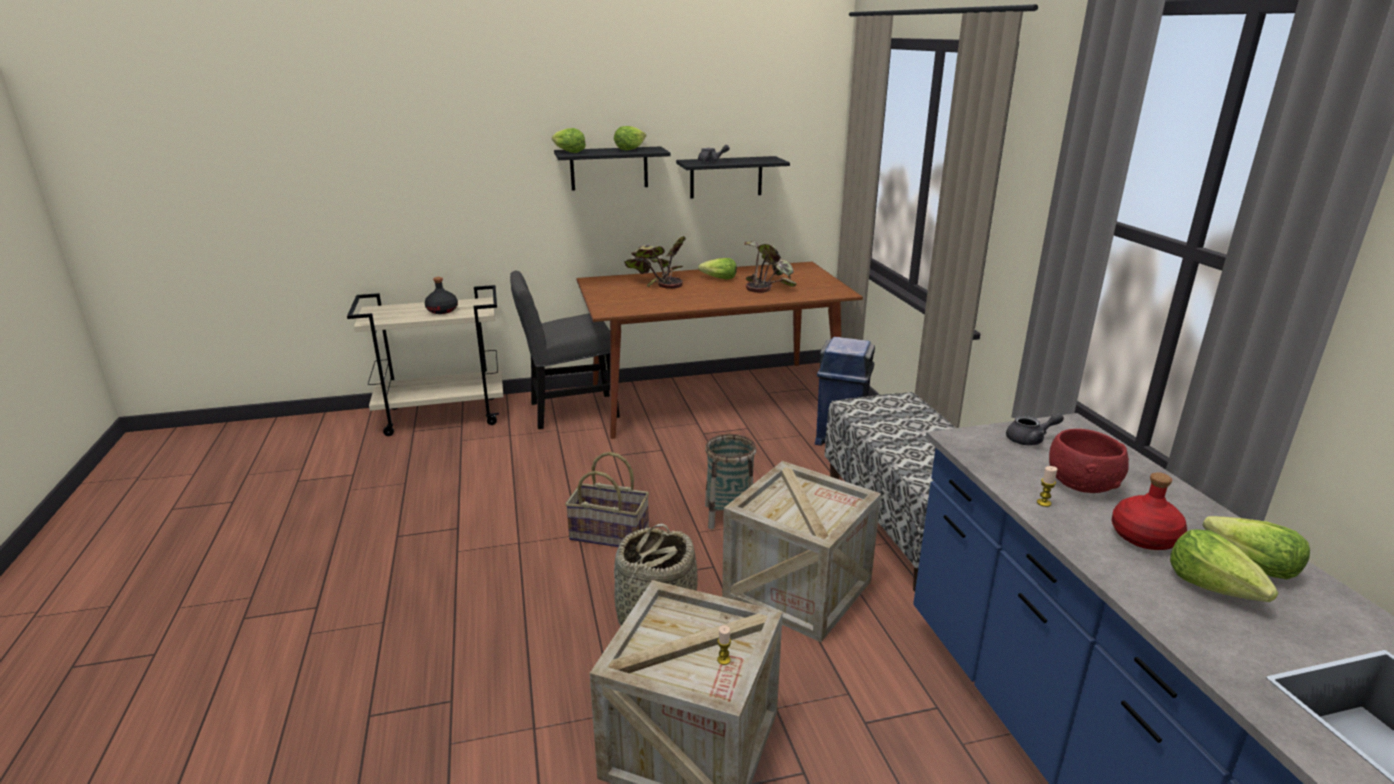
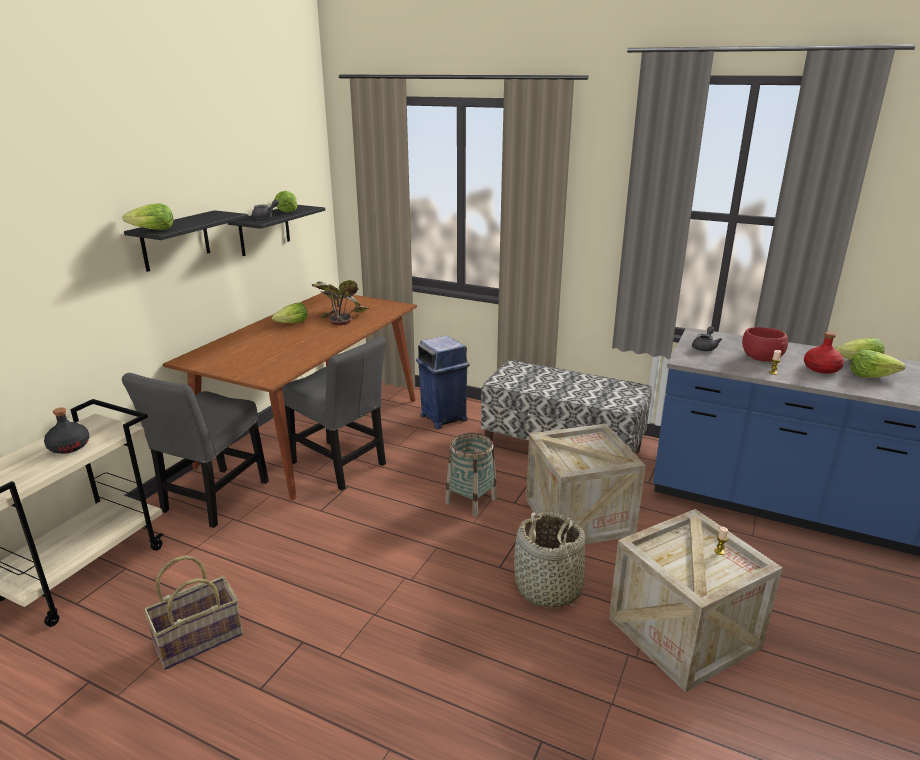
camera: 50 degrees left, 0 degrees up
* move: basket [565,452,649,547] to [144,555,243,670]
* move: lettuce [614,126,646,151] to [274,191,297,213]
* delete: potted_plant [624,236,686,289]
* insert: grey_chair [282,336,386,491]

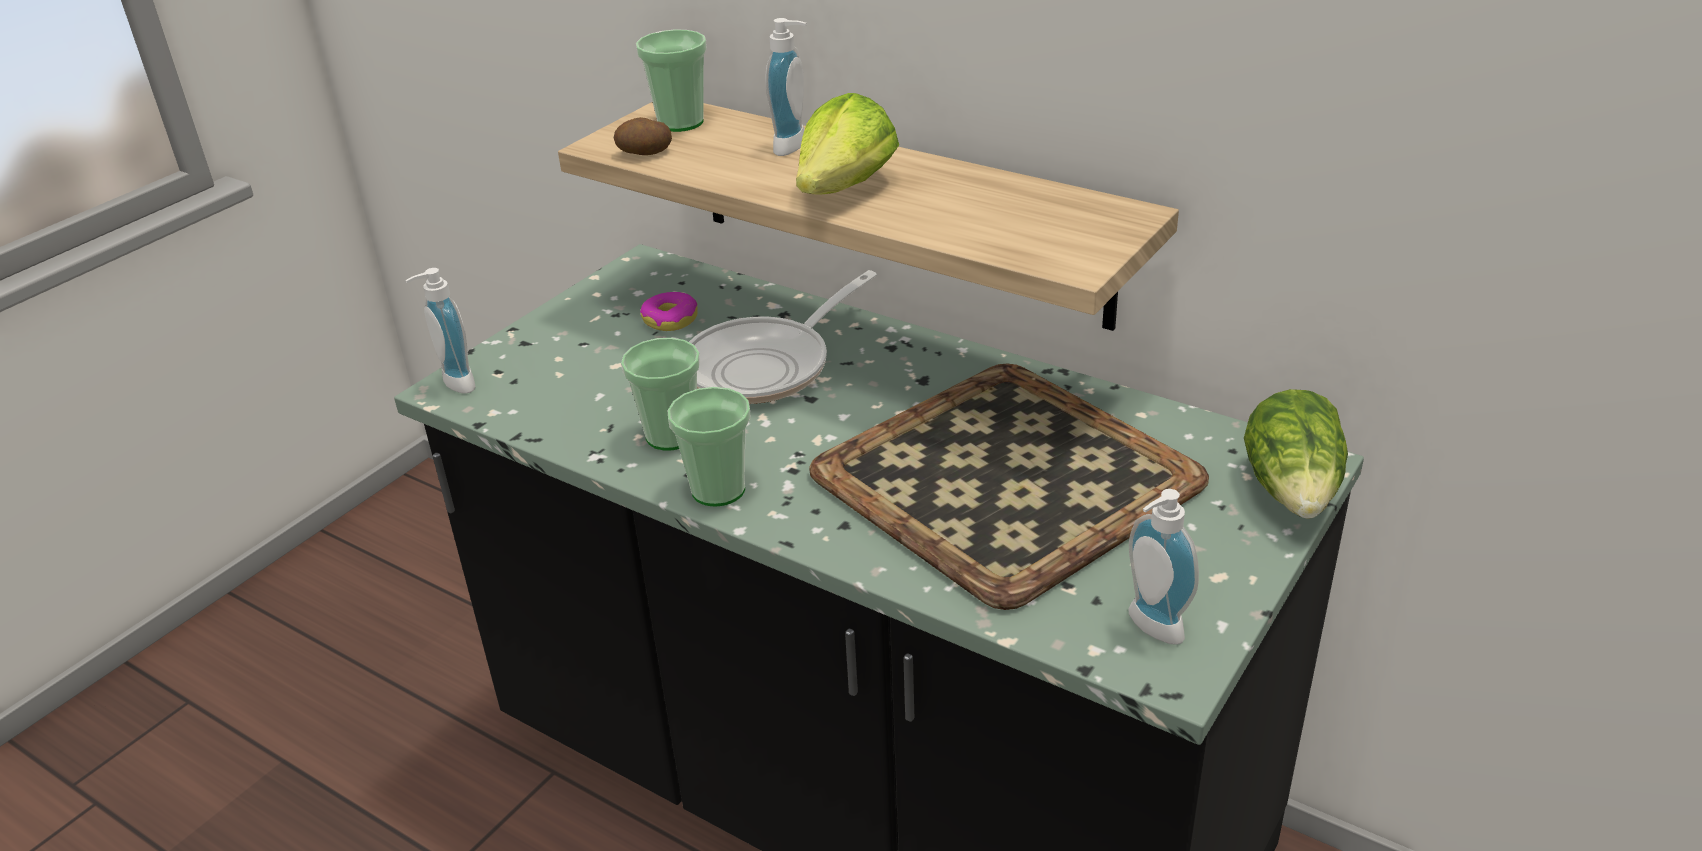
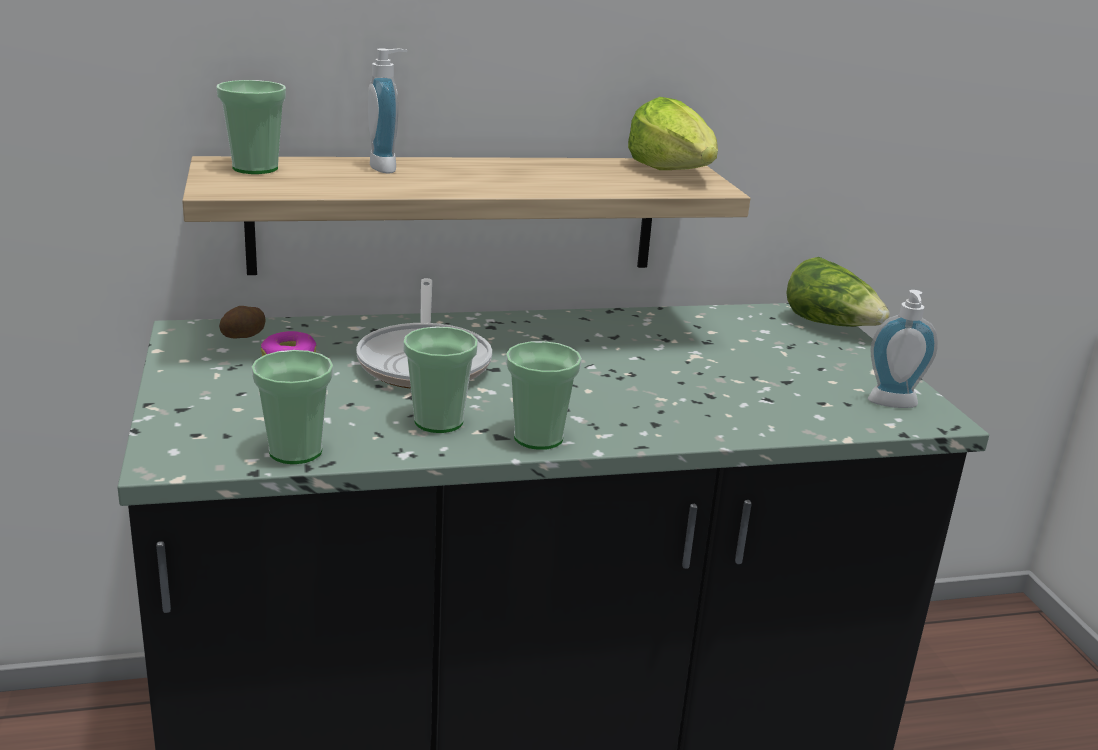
camera: 50 degrees left, 10 degrees down
* delete: soap_dispenser [406,268,476,394]
* move: potato [614,117,672,155] to [219,306,266,338]
* move: lettuce [796,93,899,194] to [628,97,718,170]
* delete: tray [809,364,1209,610]
* insert: cup [251,350,333,464]

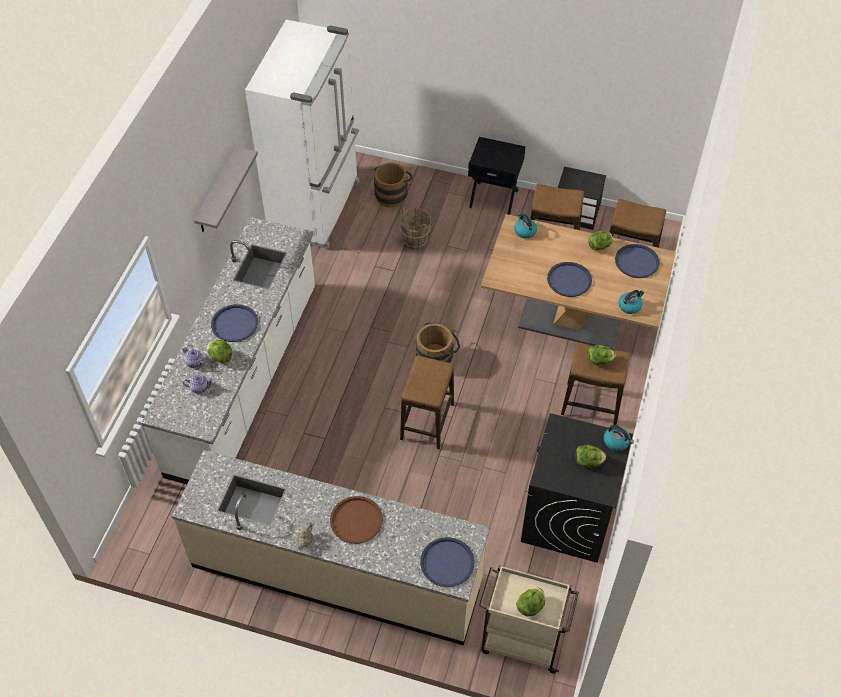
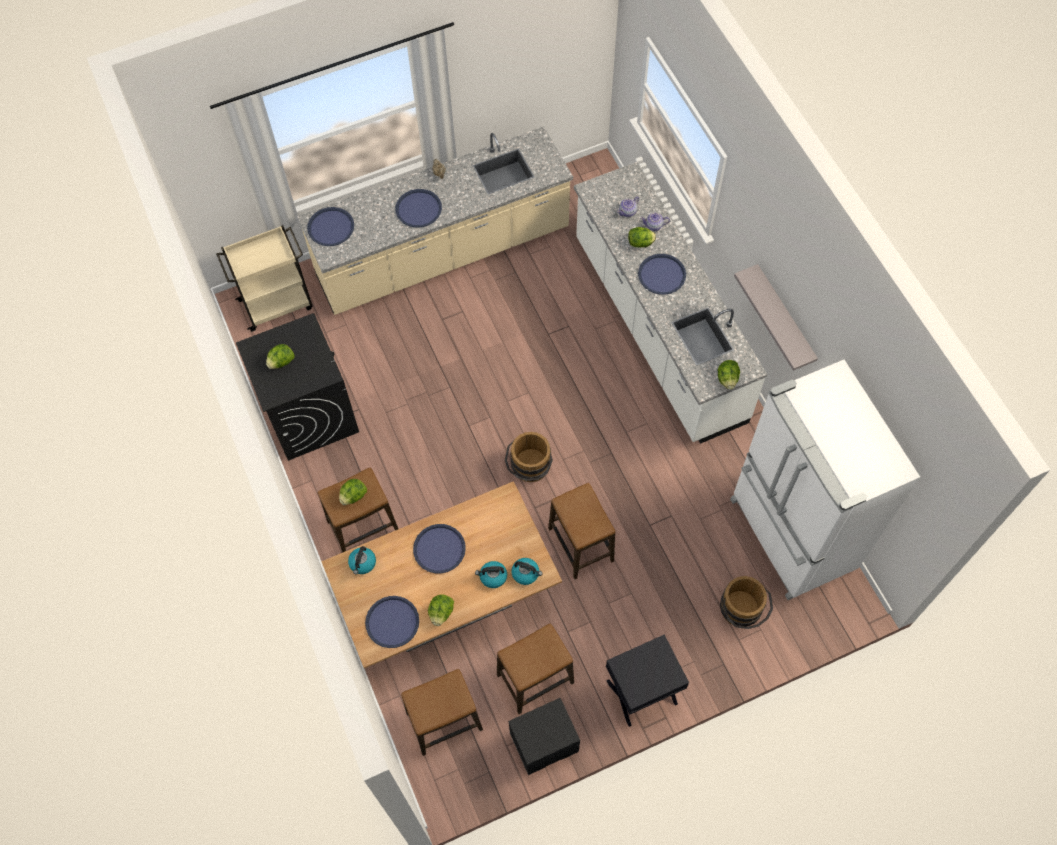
camera: 140 degrees right, 10 degrees up
* recolor: brown_tray [330,496,383,544] to blue_tray [395,189,442,227]
* delete: brown_bucket [400,205,431,250]
* move: stool [400,356,454,449] to [548,483,615,579]
* move: lettuce [516,588,545,616] to [718,360,740,390]
* move: kettle [604,425,634,451] to [475,561,507,588]

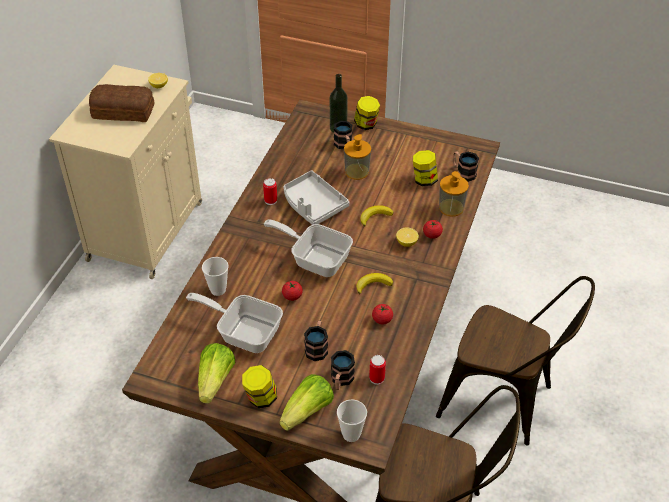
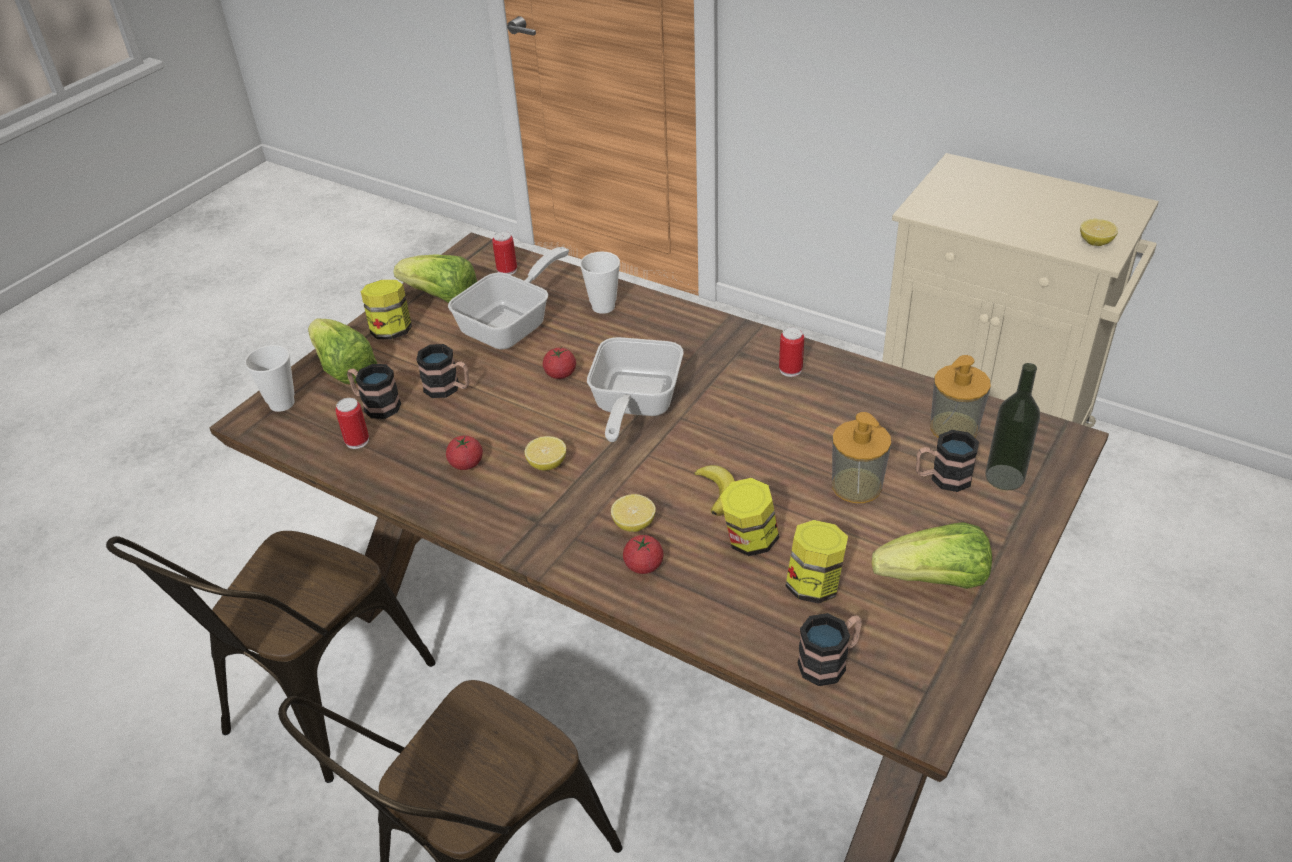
camera: 105 degrees right, 5 degrees down
* delete: bread [89,84,155,122]
* rotate: frying_pan [264,219,353,277] = [587,337,683,442] 150 degrees clockwise
* delete: grey_tray [284,170,349,225]
* move: jar [354,96,380,130] to [720,478,779,556]
* replace: banana [356,273,393,294] to lemon [525,436,566,470]
* move: soap_dispenser [439,171,469,216] to [930,355,991,438]
* insert: can [492,231,517,275]
* insert: lettuce [872,522,992,589]

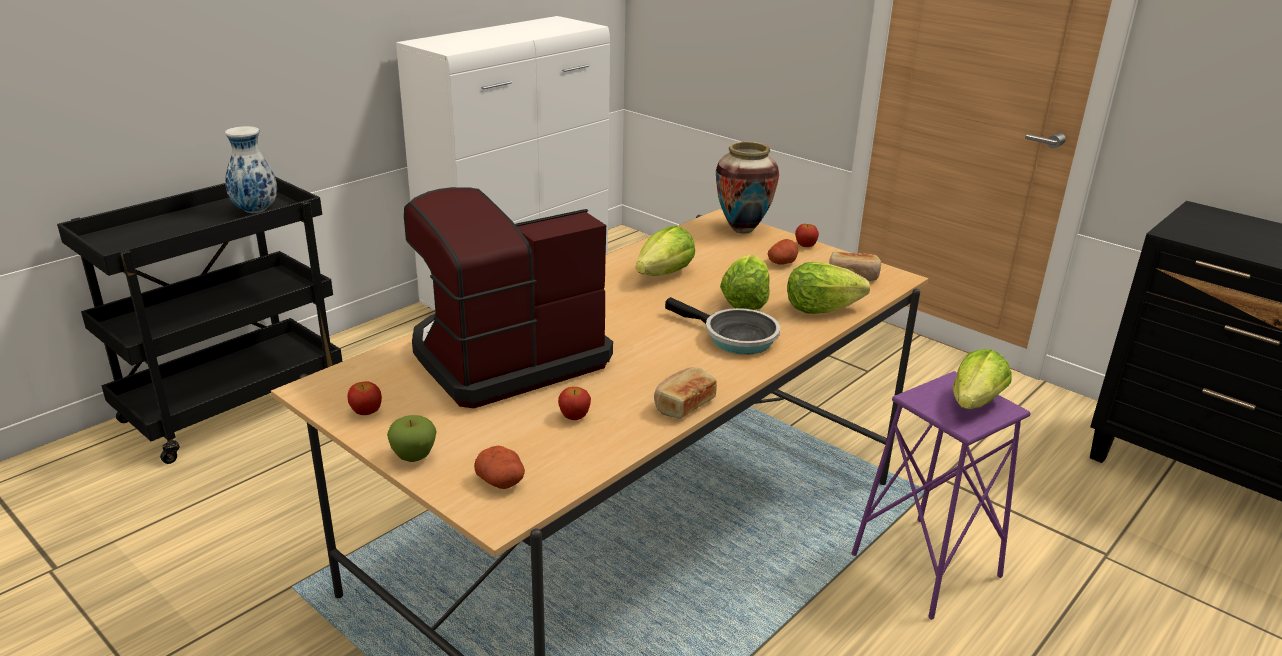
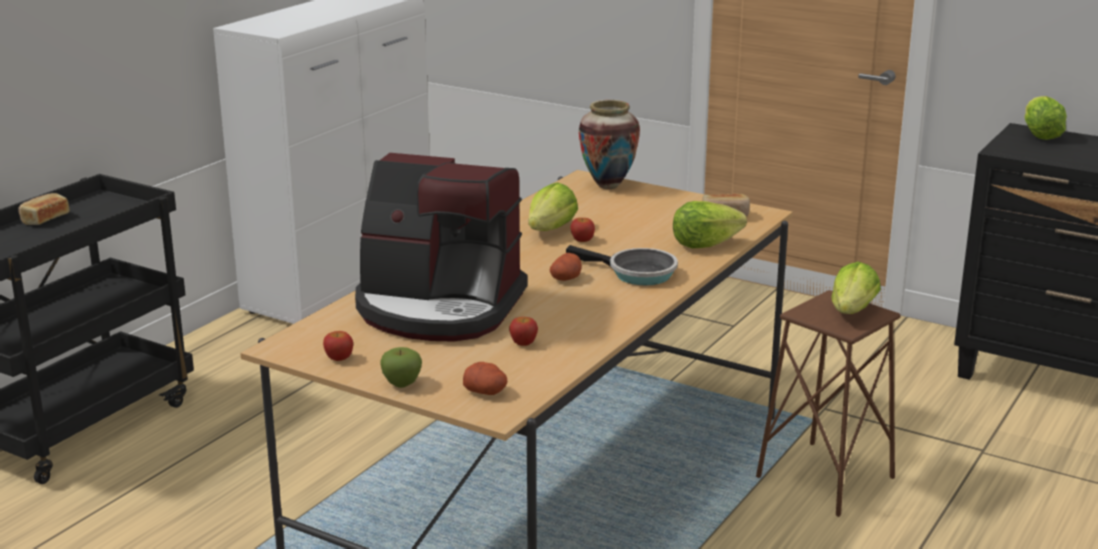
camera: 10 degrees left, 5 degrees down
* delete: vase [225,126,277,213]
* rotate: coffee_machine [404,187,613,408] = [355,153,528,342] 120 degrees counterclockwise
* move: bread [654,367,717,419] to [18,193,70,225]
* move: lettuce [720,255,770,310] to [1025,96,1067,140]
* move: potato [768,239,798,265] to [550,253,582,281]
* move: apple [795,224,819,247] to [571,218,595,242]
* recolor: purple_stool [851,371,1031,620] to brown_stool [756,290,901,517]

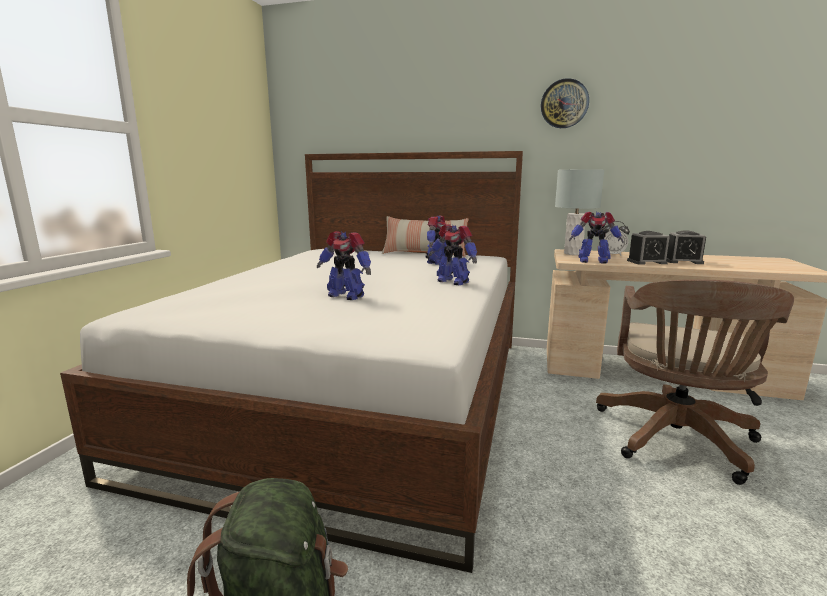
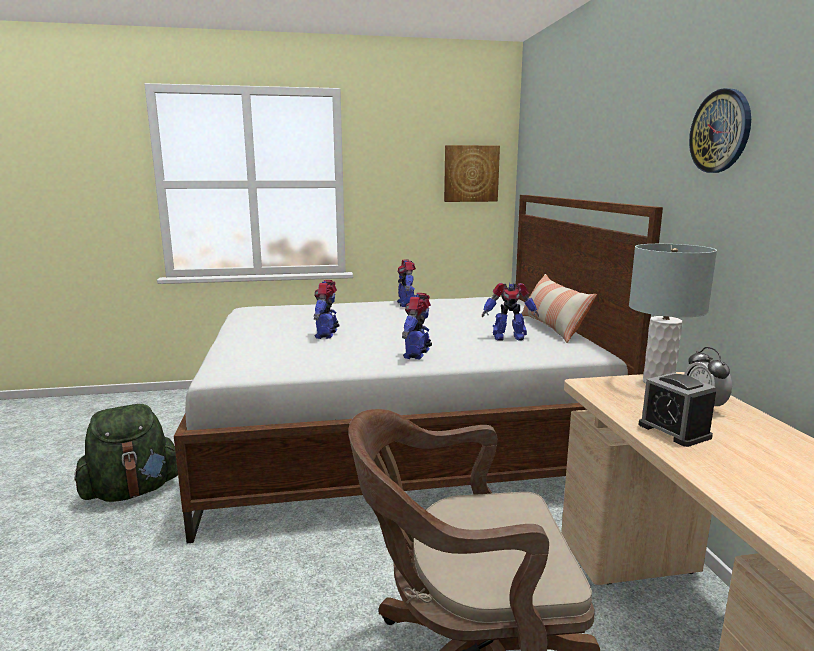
camera: 65 degrees right, 0 degrees up
* move: toy_robot [569,211,623,263] to [397,259,416,307]
* delete: alarm_clock [666,230,706,264]
* insert: picture [444,145,500,202]

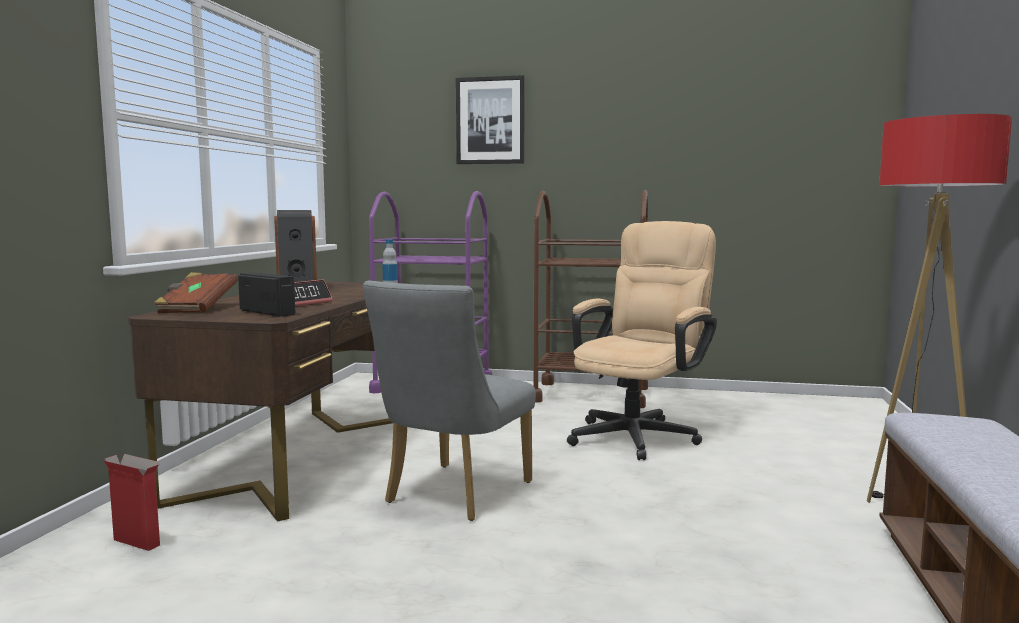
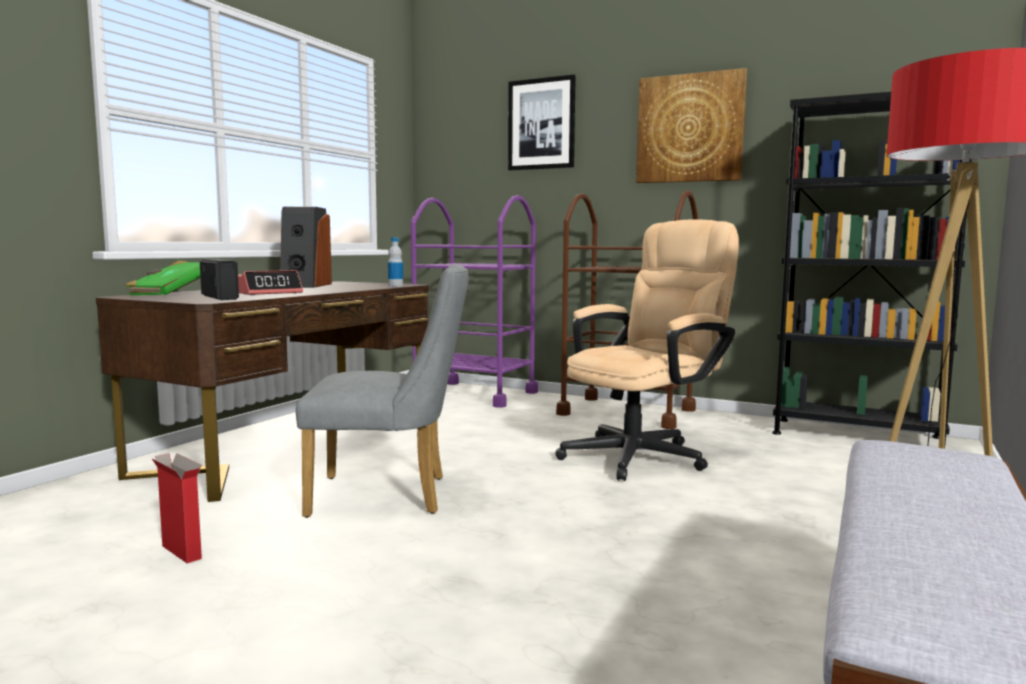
camera: 15 degrees right, 0 degrees up
* move: cardboard_box [103,454,160,551] to [151,453,202,563]
* recolor: brown_book [154,272,238,313] to green_book [125,261,201,295]
* rotate: grey_chair [363,281,536,521] = [296,264,469,518] 135 degrees counterclockwise
* insert: picture [636,68,747,183]
* insert: black_bookcase [772,91,972,449]

